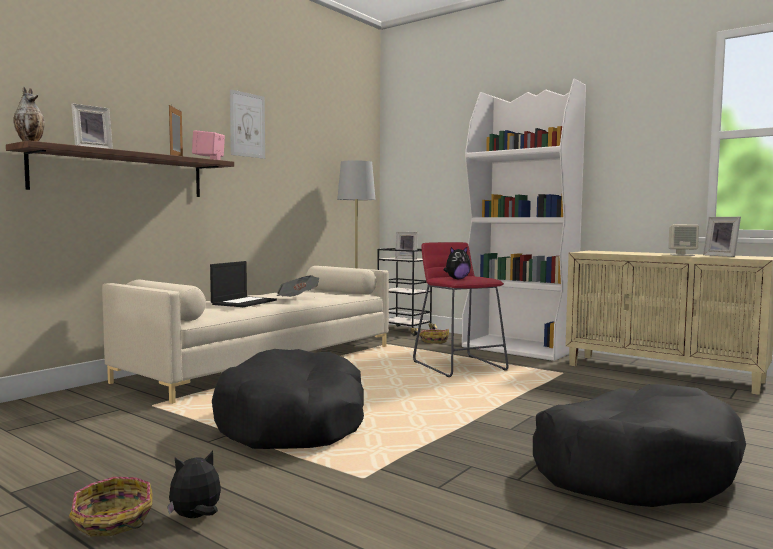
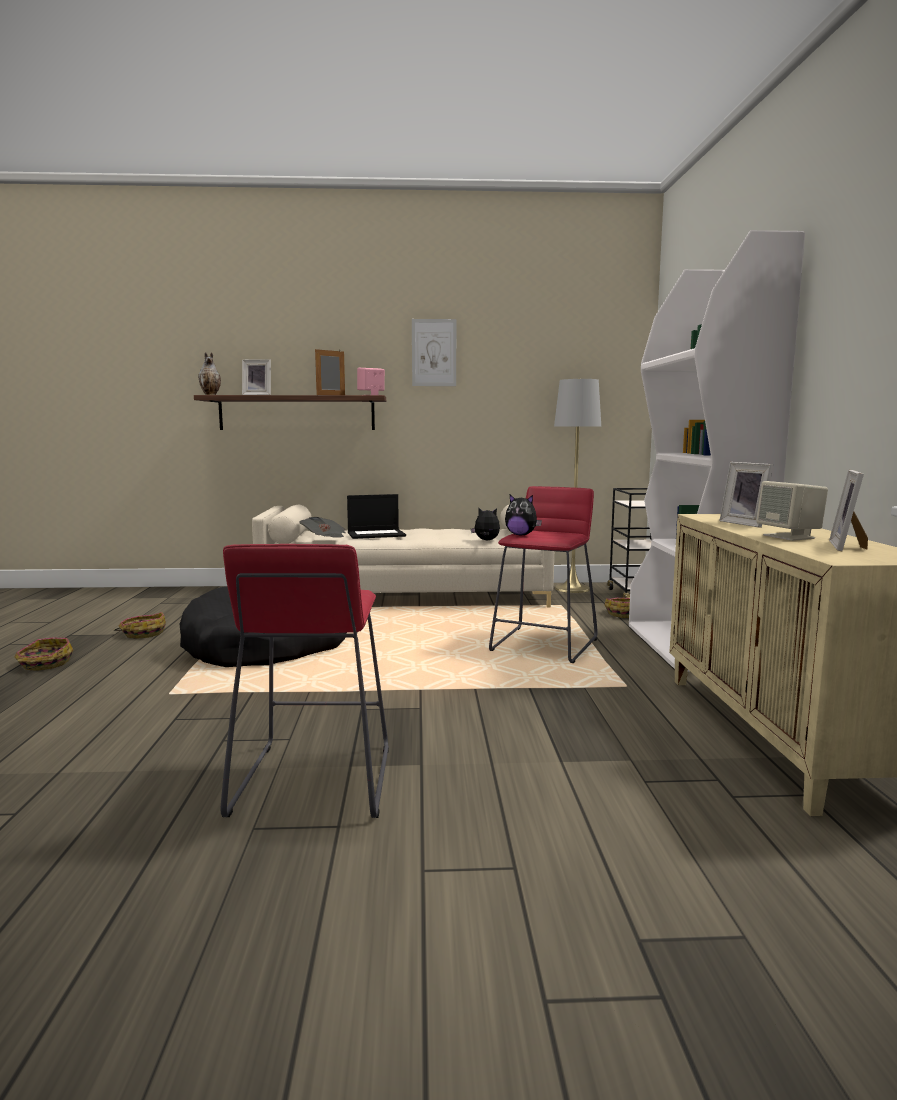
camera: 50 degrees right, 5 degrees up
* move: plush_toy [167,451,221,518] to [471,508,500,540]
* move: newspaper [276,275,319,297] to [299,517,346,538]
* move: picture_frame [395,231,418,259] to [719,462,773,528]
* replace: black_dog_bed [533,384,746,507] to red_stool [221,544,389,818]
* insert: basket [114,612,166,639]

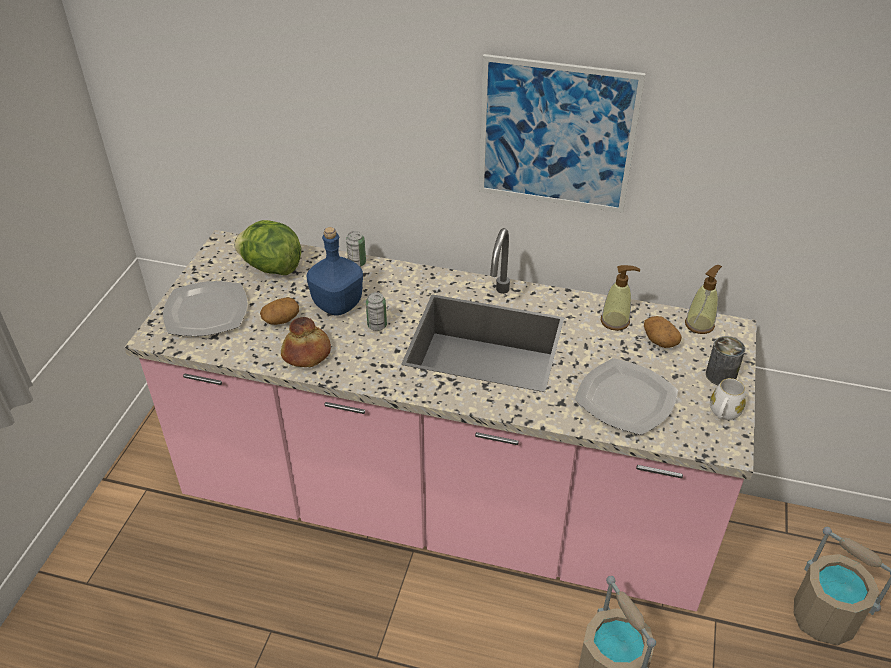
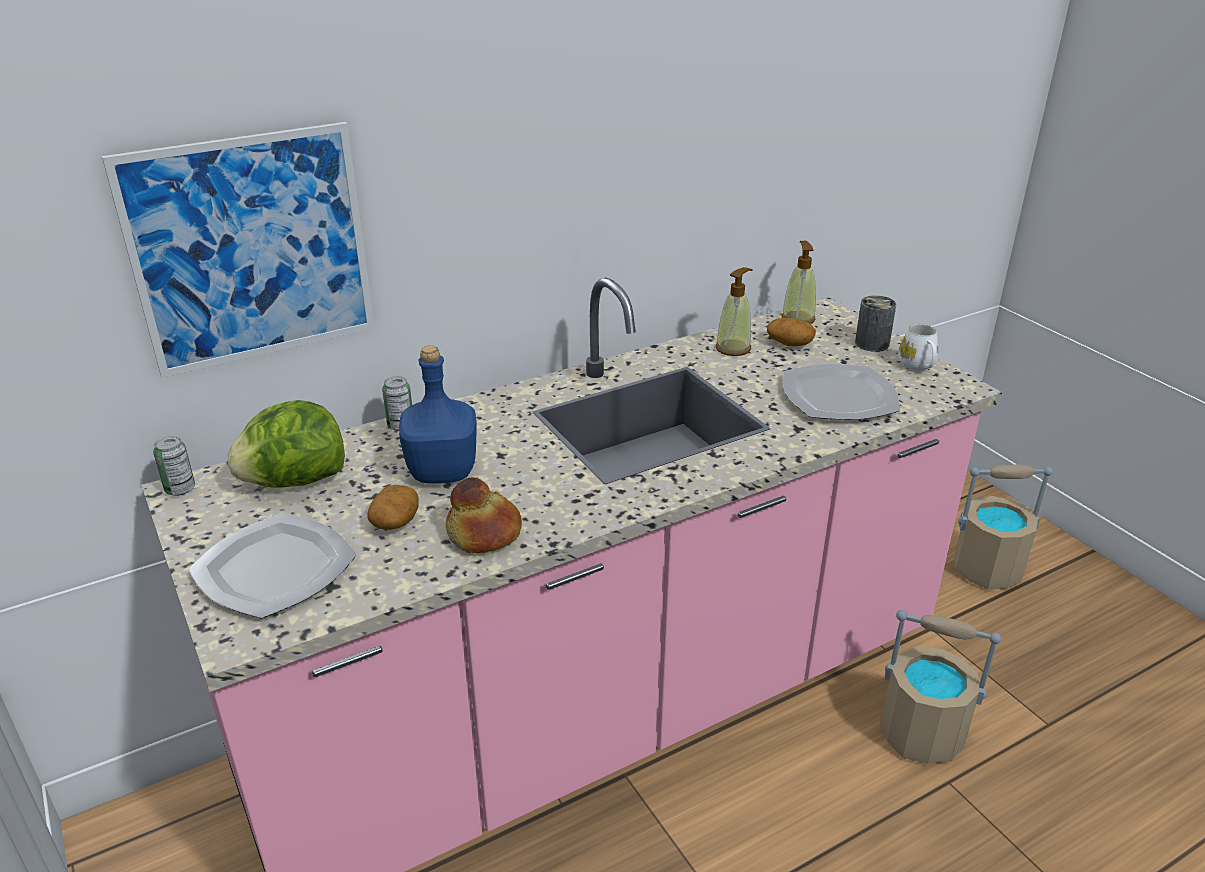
camera: 45 degrees left, 10 degrees down
* move: can [366,292,387,331] to [153,436,195,496]
* move: picture [479,54,646,213] to [102,122,375,378]

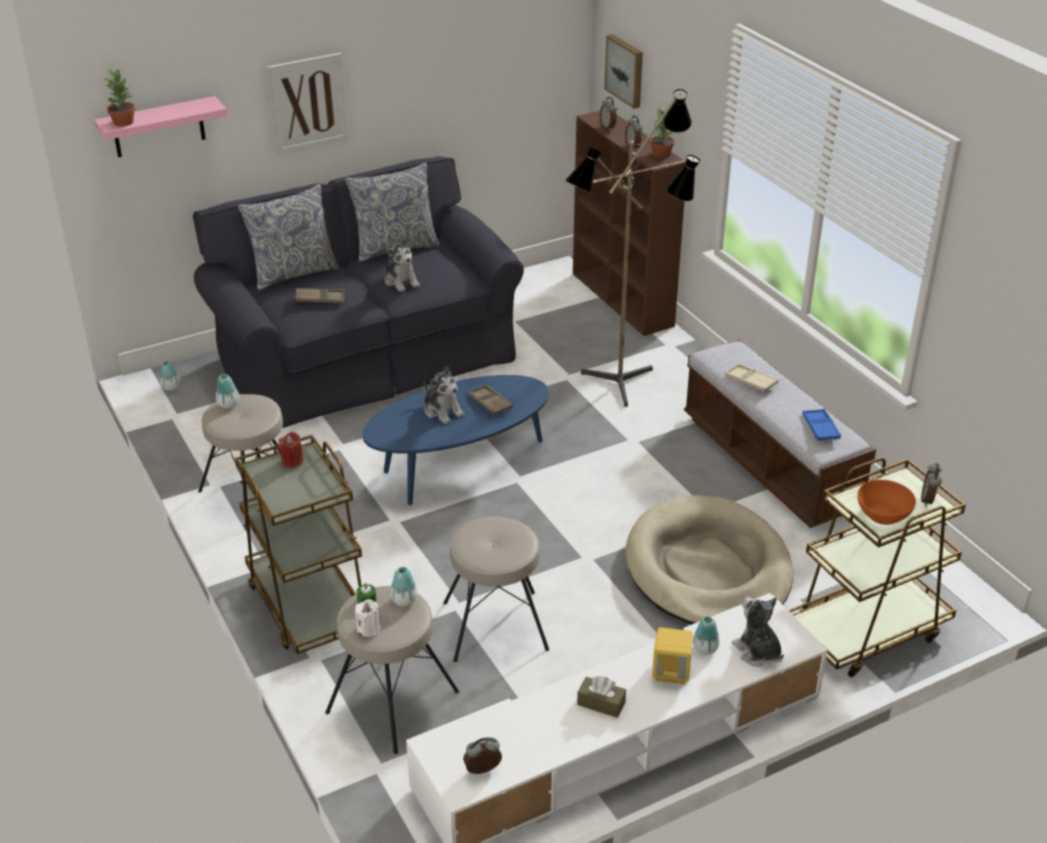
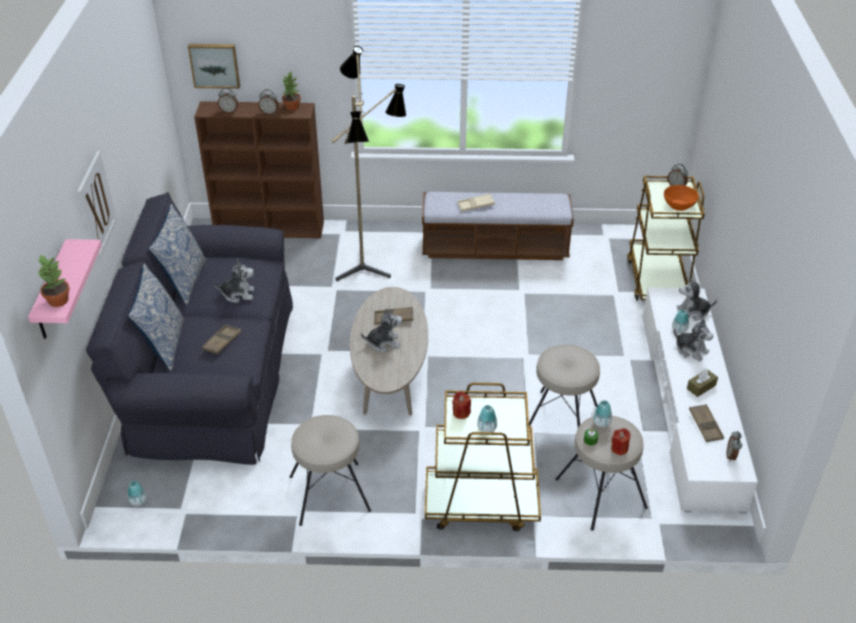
camera: 60 degrees left, 5 degrees up
* move: vase [216,374,239,408] to [477,405,497,432]
* recolor: white_candle [355,599,380,637] to red_candle [611,428,630,455]
* recolor: blue_coffee_table [362,375,549,505] to beige_coffee_table [350,287,428,416]
* delete: beige_dog_bed [626,495,793,625]
* replace: yellow_speaker [652,627,693,685] to plush_toy [673,319,713,362]
* delete: blue_tray [802,409,841,441]
* insert: brown_tray [689,404,724,442]

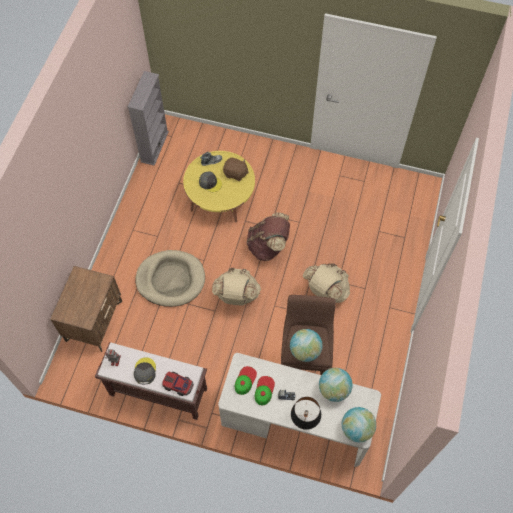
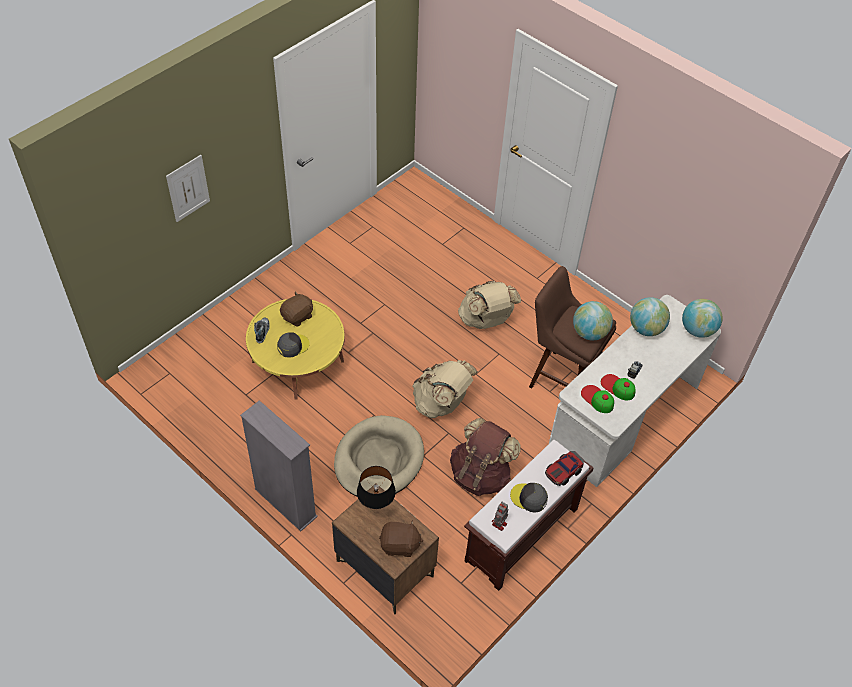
camera: 65 degrees left, 10 degrees down
* move: grey_bookcase [128,71,169,166] to [240,400,318,531]
* move: brown_backpack [246,212,290,261] to [450,418,520,496]
* move: black_table_lamp [291,397,321,430] to [357,466,396,509]
* insert: picture [166,155,210,222]
* insert: brown_plush_toy [379,520,423,557]

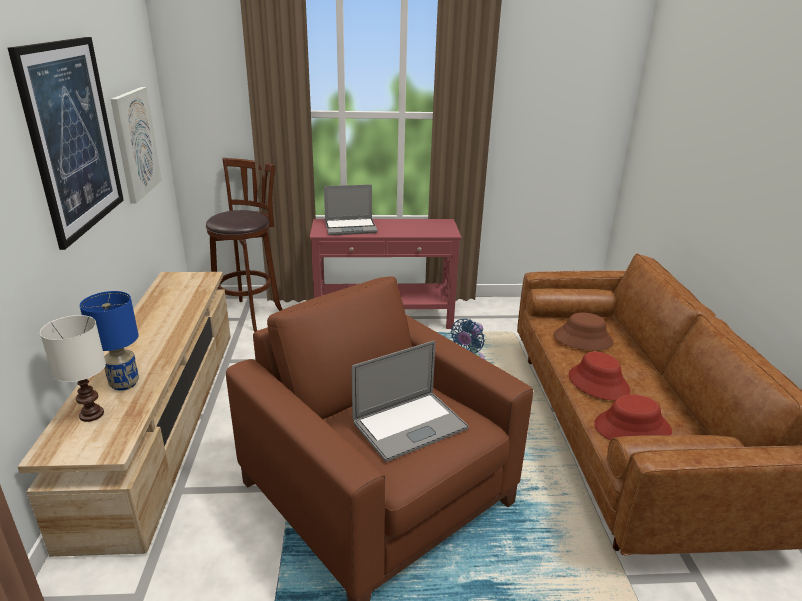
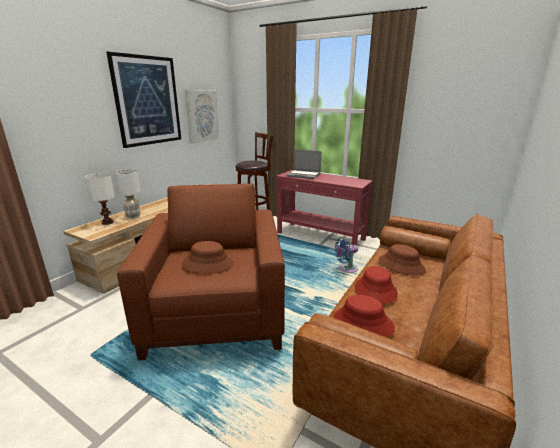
camera: 35 degrees right, 5 degrees down
* recolor: blue_table_lamp [80,291,139,391] to white_table_lamp [113,169,141,218]
* replace: laptop [352,340,469,462] to brown_hat [182,241,234,274]

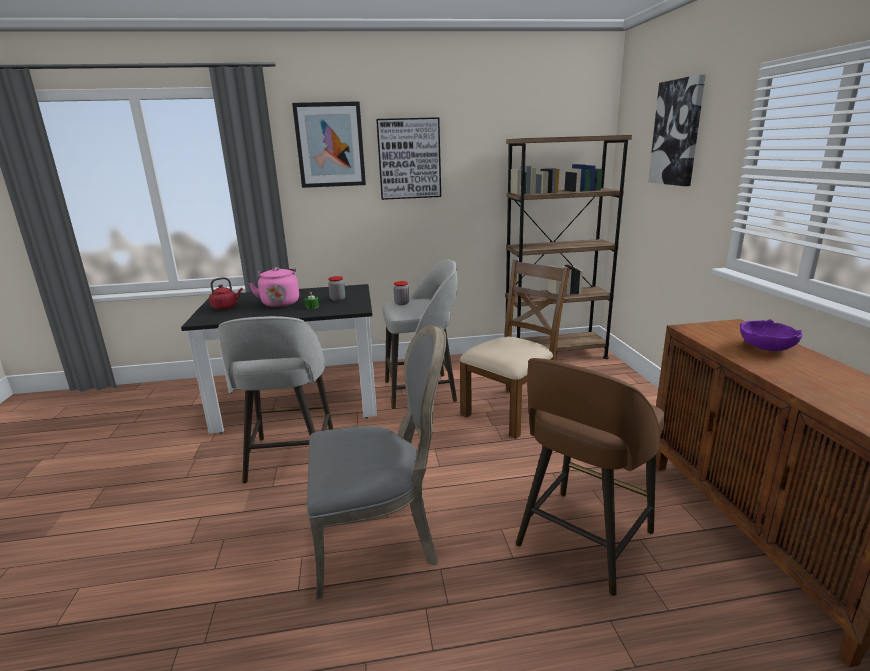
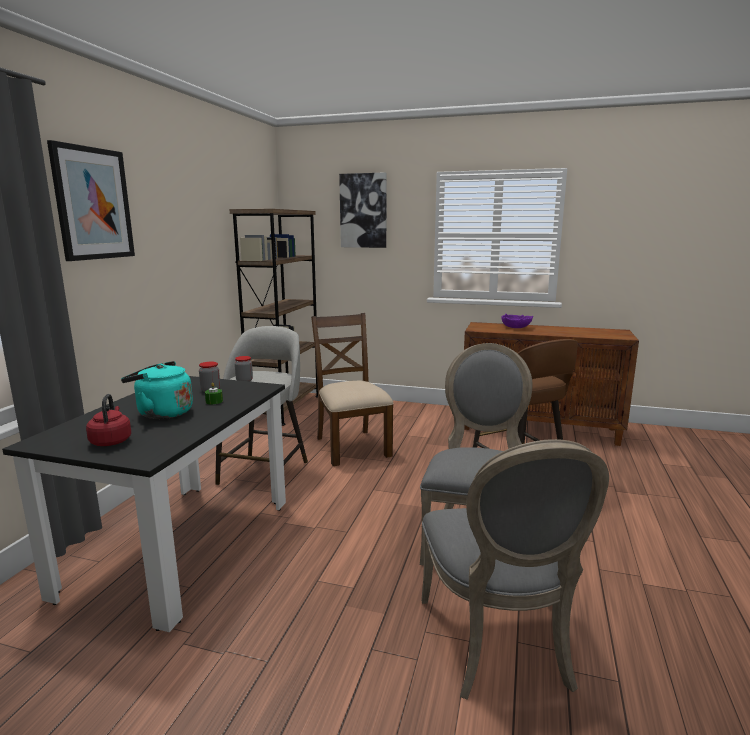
camera: 65 degrees left, 5 degrees down
* delete: grey_stool [218,316,333,483]
* recolor: pink_kettle [249,267,299,307] to turquoise_kettle [121,361,193,419]
* delete: picture [376,117,441,200]
* insert: grey_chair [421,439,609,700]

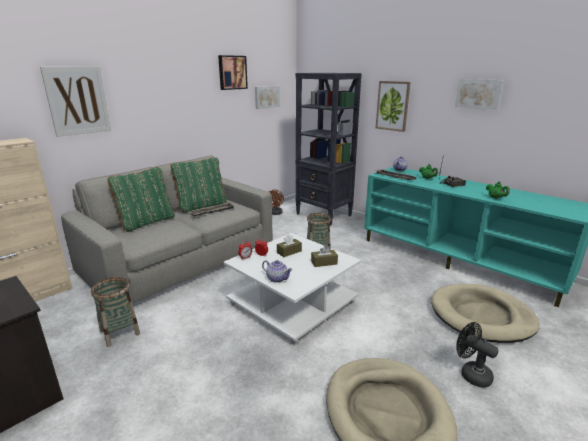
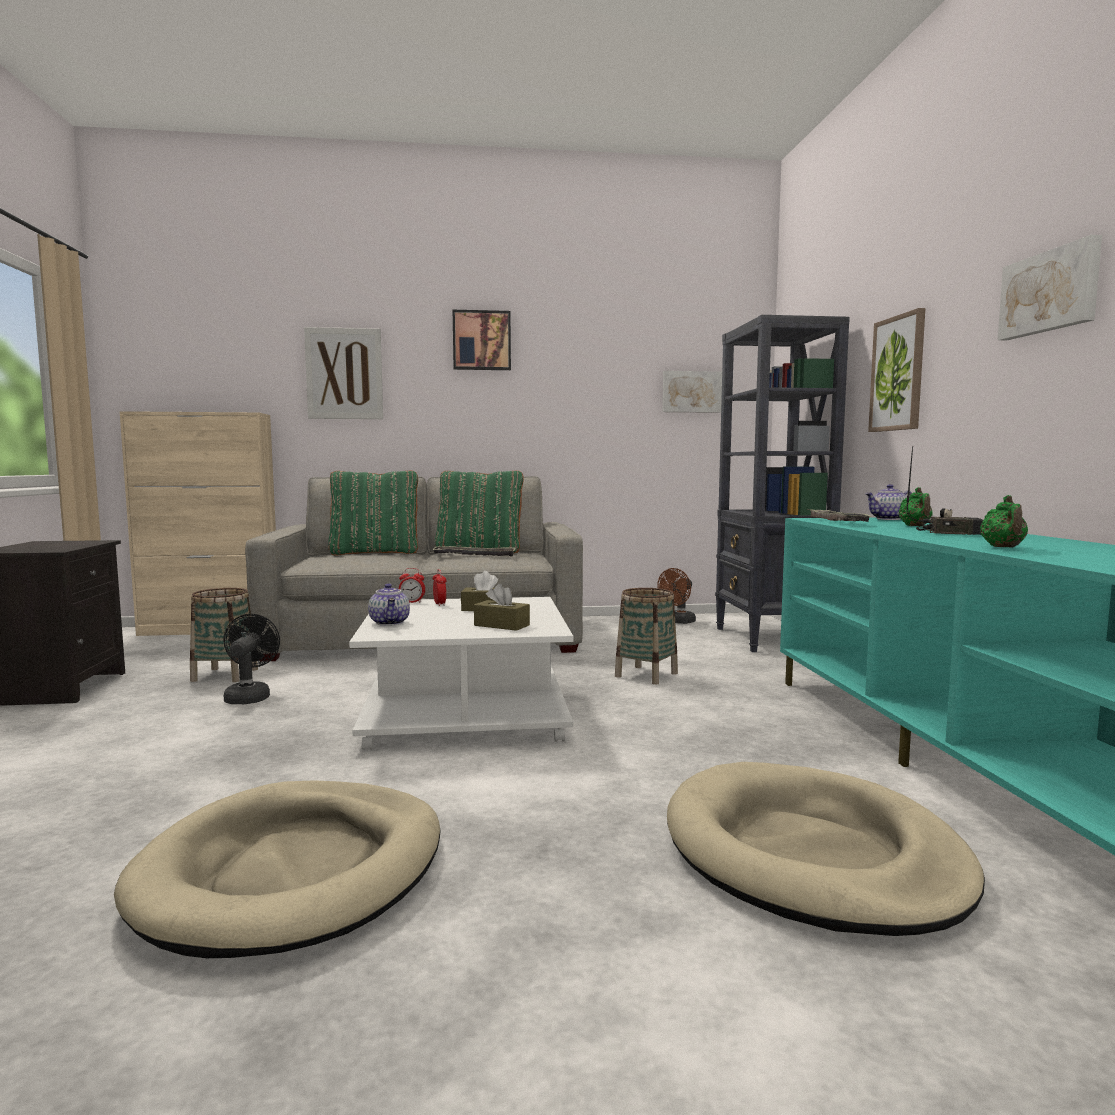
camera: 40 degrees right, 15 degrees down
* move: picture [218,55,248,90] to [453,310,511,370]
* move: black_fan [456,322,499,388] to [223,614,280,704]

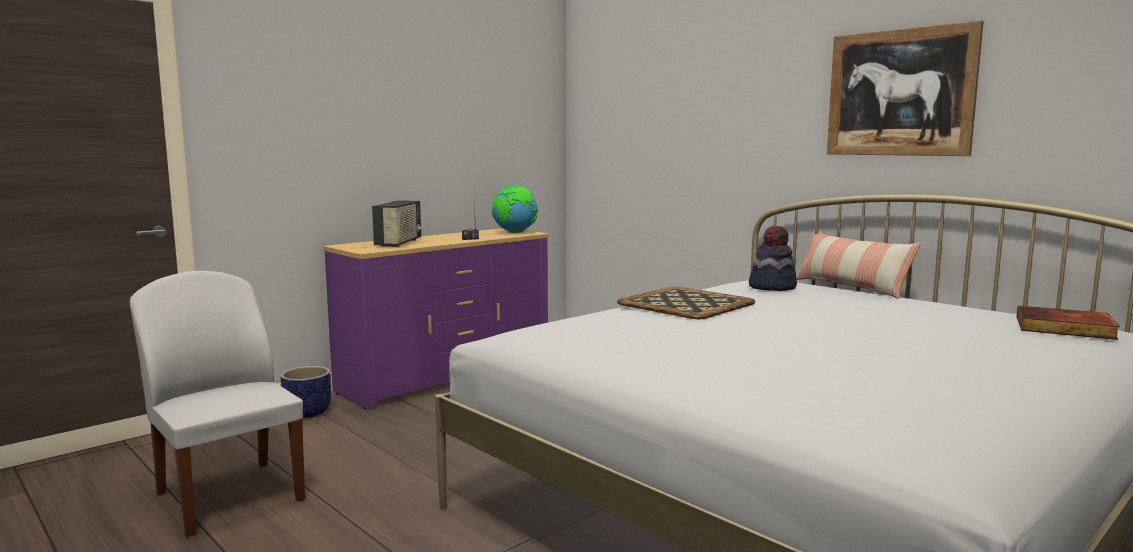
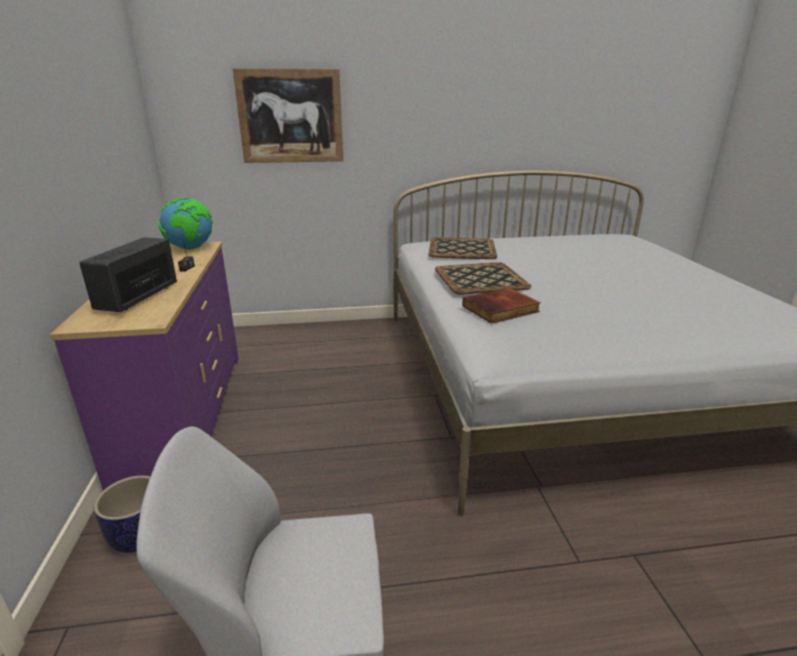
camera: 55 degrees left, 15 degrees up
* rotate: radio [372,200,422,247] = [80,237,177,312] 120 degrees counterclockwise
* replace: hat [749,226,797,291] to tray [428,237,497,259]
* delete: pillow [796,230,921,299]
* move: picture [827,20,984,156] to [232,68,343,163]
* move: book [1017,306,1120,340] to [462,288,541,324]

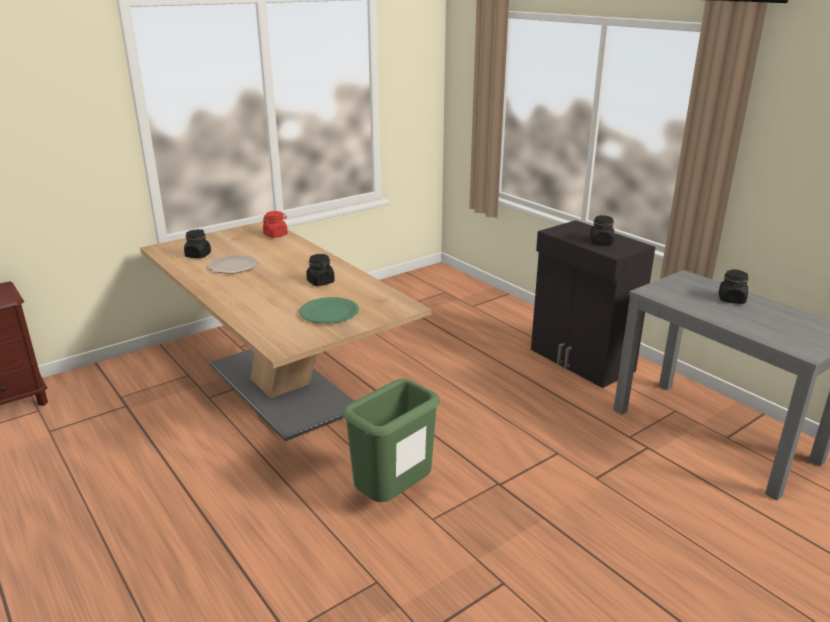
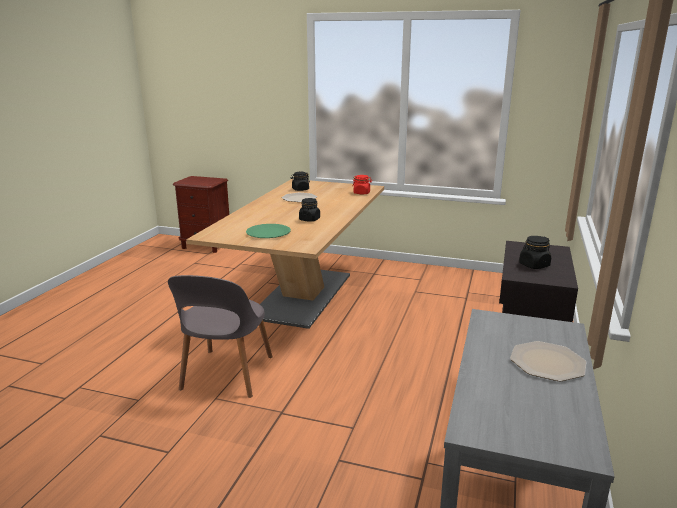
camera: 55 degrees right, 5 degrees down
* replace: green_trash_can [342,378,440,502] to grey_chair [168,275,272,398]
* replace: black_jar [719,269,749,304] to plate [510,341,586,381]

